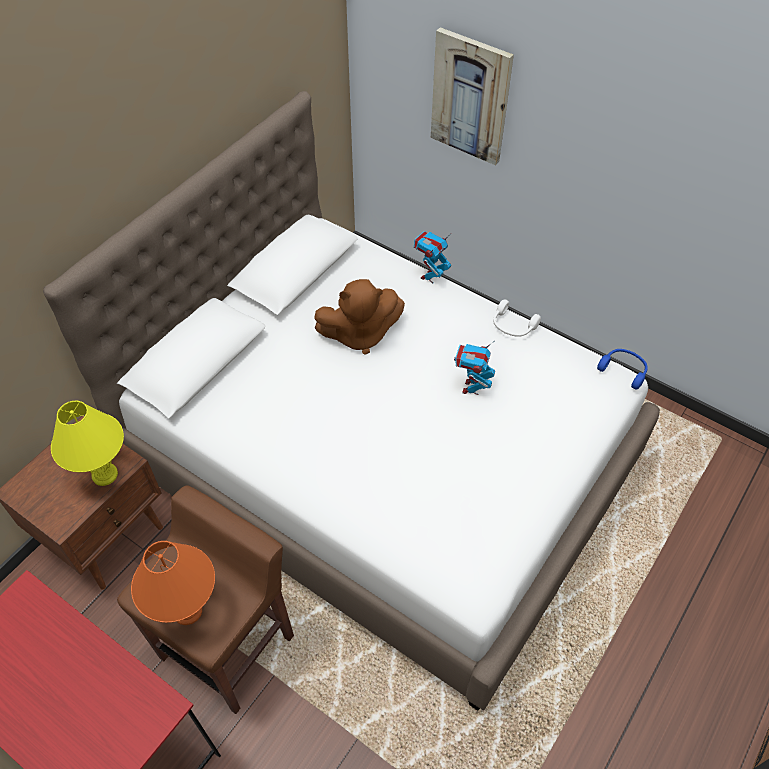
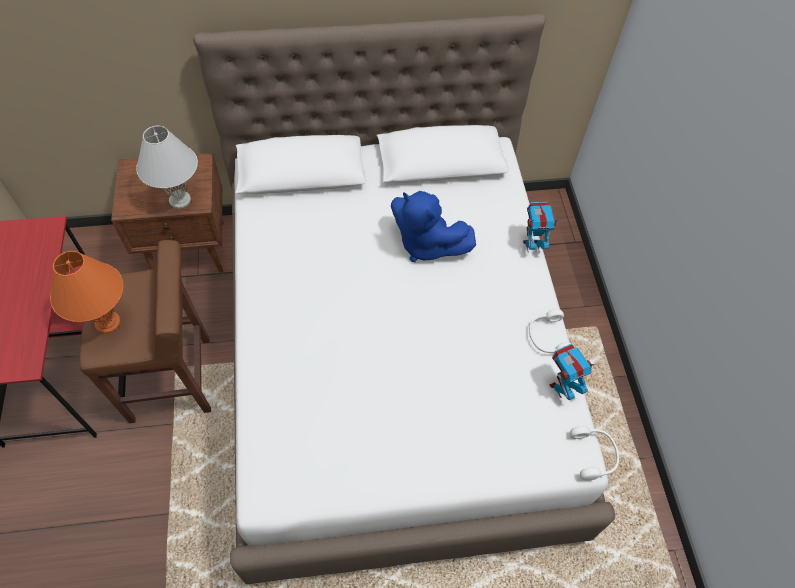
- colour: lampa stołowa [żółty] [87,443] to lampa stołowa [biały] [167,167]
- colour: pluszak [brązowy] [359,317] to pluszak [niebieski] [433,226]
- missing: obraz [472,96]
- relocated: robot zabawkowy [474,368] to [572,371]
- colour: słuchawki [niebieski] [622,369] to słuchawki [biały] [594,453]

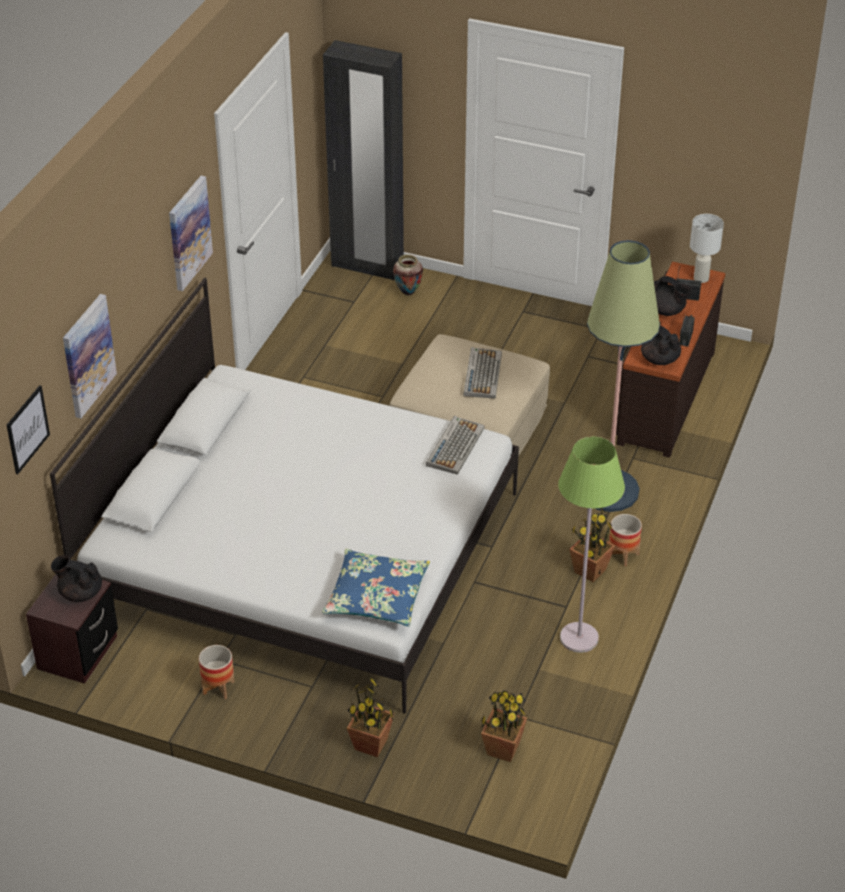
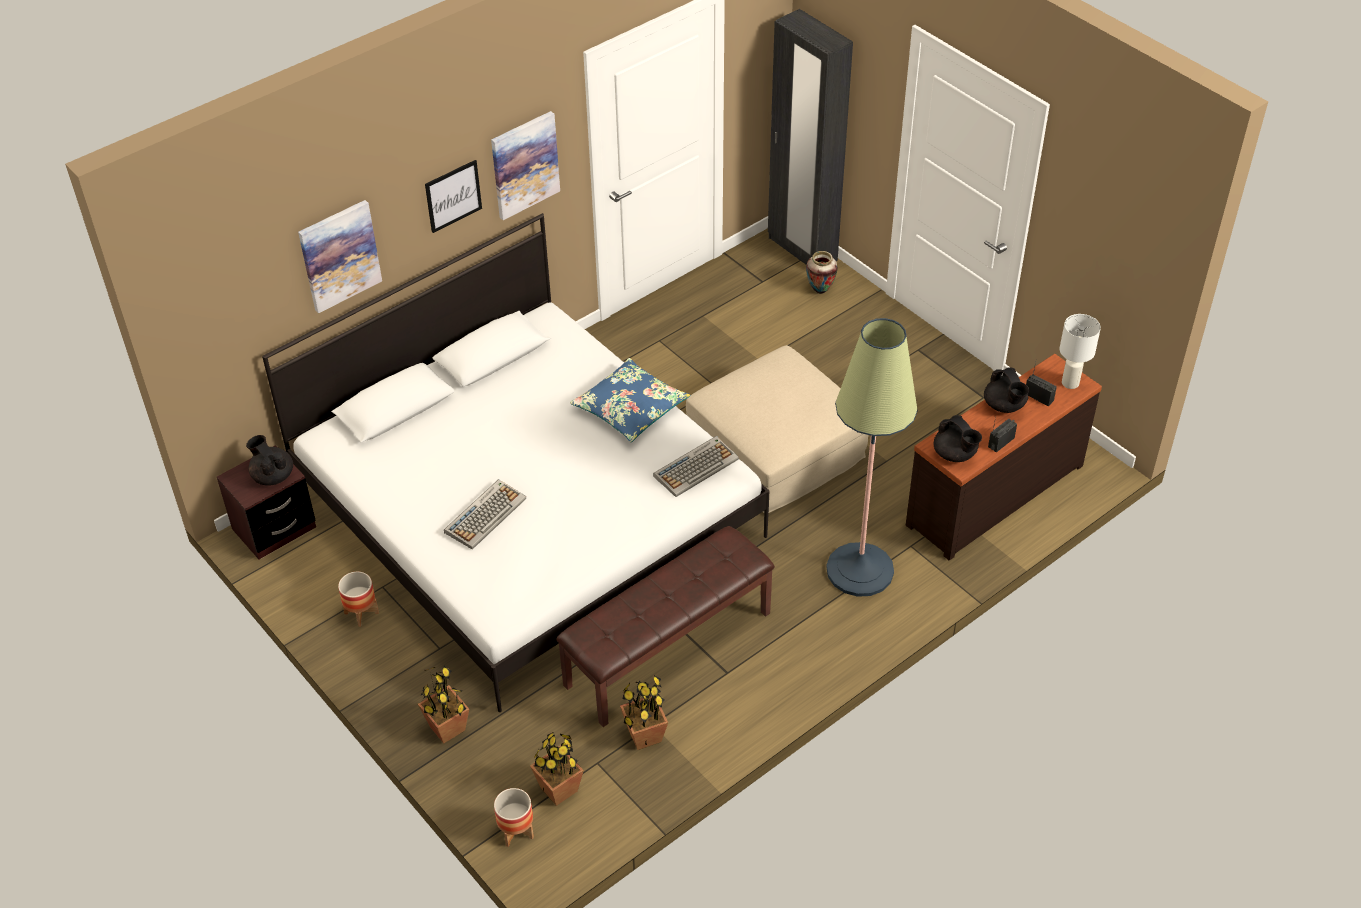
- relocated: obraz [28,429] to [453,196]
- relocated: poduszka [niebieski] [376,588] to [630,400]
- relocated: klawiatura [482,373] to [485,514]
- missing: lampa stojąca [zielony] [591,545]
- relocated: roślina doniczkowa [592,545] to [644,712]
- relocated: donica [625,540] to [514,817]
- spun: imbryk [czarny] [661,343] = [958,438] 150 degrees clockwise
- appeared: ławka [brązowy] [665,626]

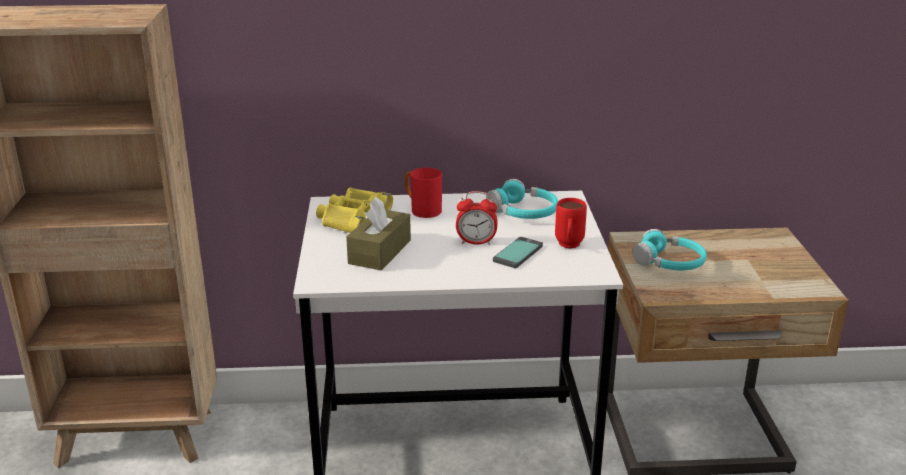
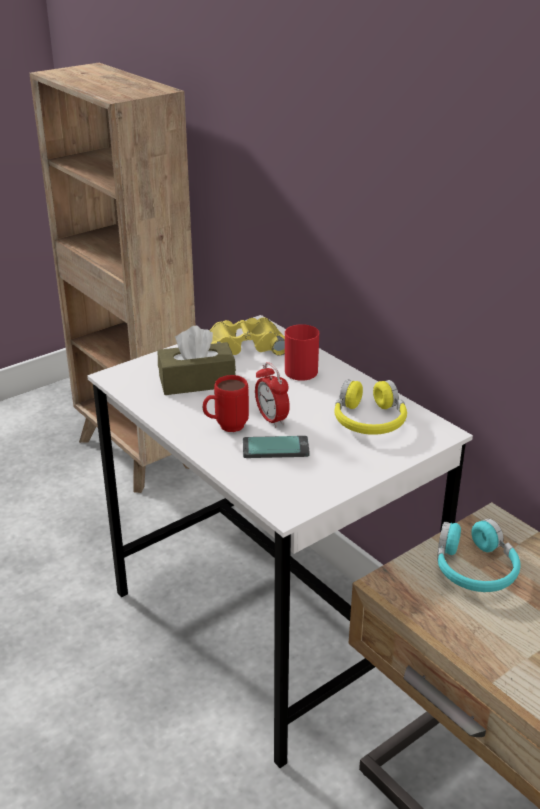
- colour: słuchawki [turkusowy] [522,199] to słuchawki [żółty] [370,407]
- relocated: kubek [czerwony] [571,223] to [226,403]

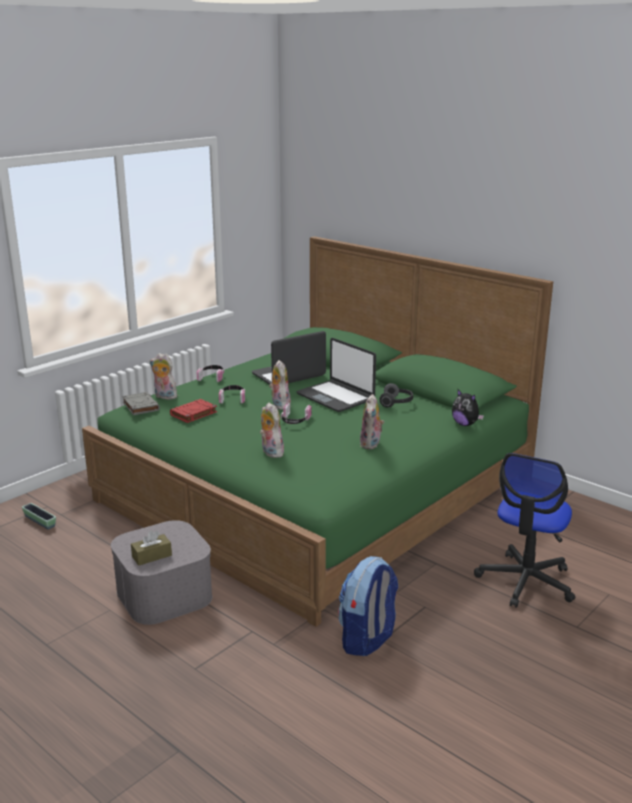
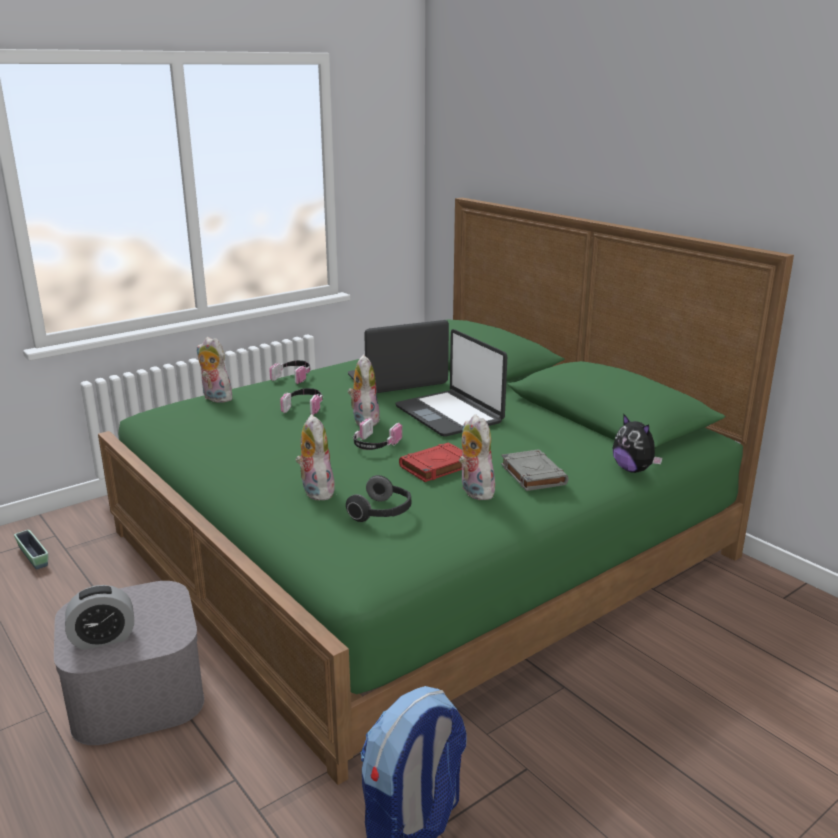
- relocated: książka [szary] [141,403] to [535,470]
- exchanged: pudełko chusteczek [brązowy] [151,548] to budzik [99,617]
- relocated: książka [czerwony] [193,411] to [431,462]
- spun: pluszak [372,421] = [478,457] 135 degrees clockwise
- relocated: słuchawki [396,395] to [378,498]
- missing: krzesło biurowe [524,530]

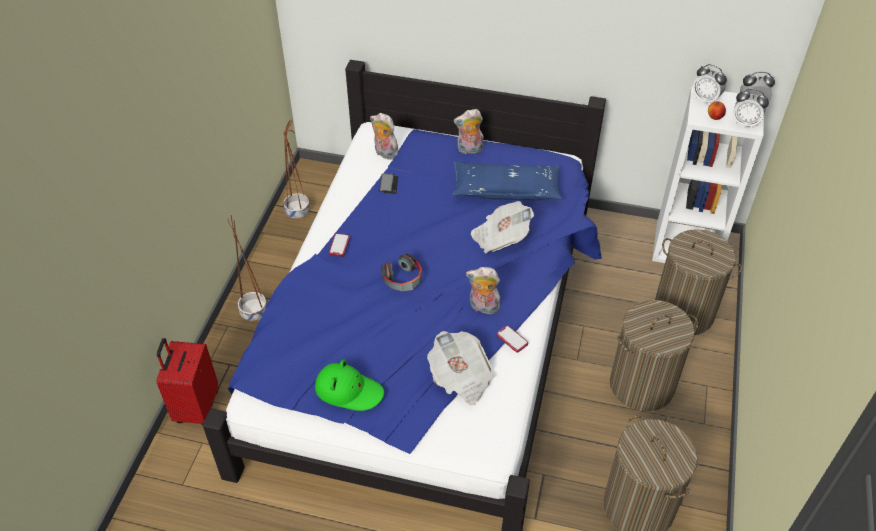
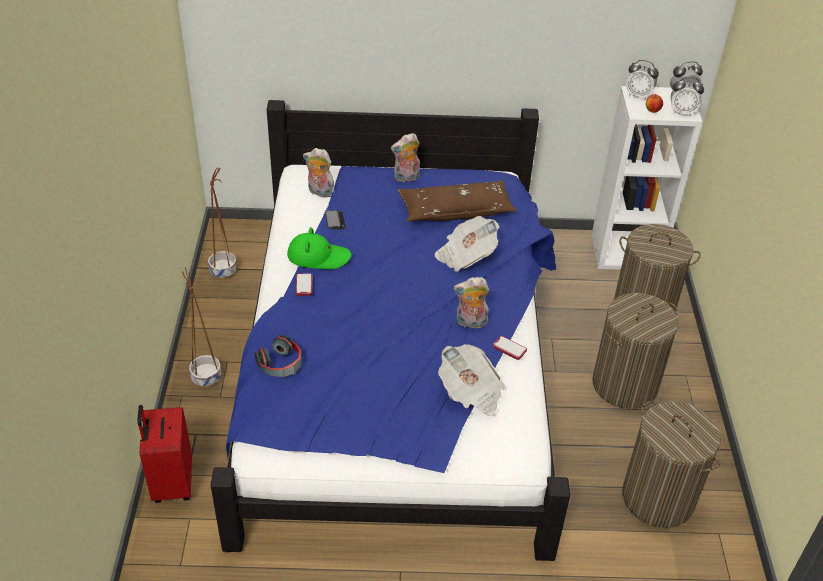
- relocated: kapelusz [zielony] [349,385] to [319,248]
- relocated: słuchawki [401,272] to [277,356]
- colour: poduszka [niebieski] [507,180] to poduszka [brązowy] [457,201]

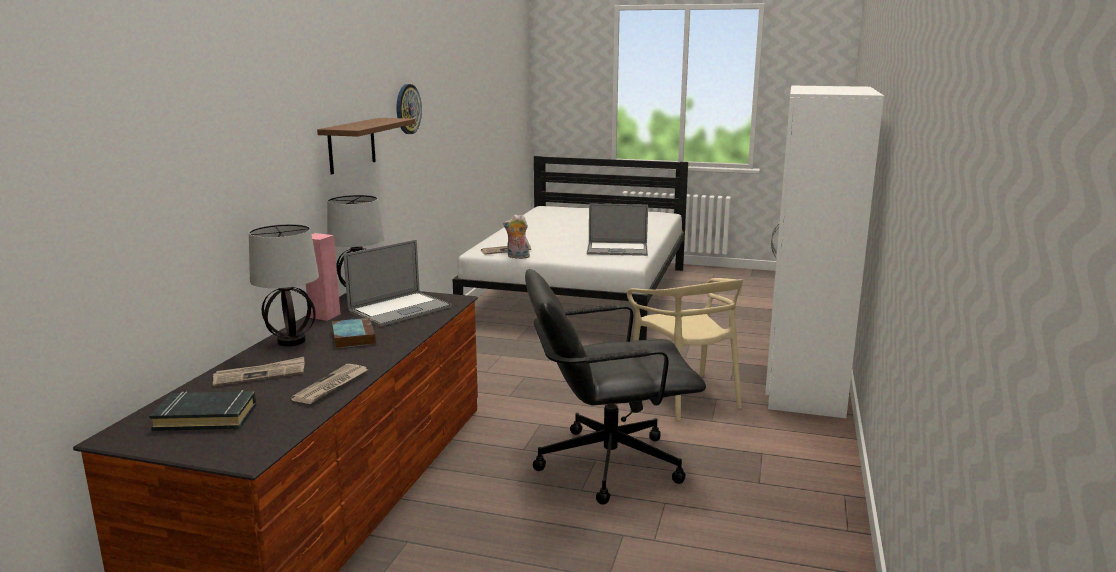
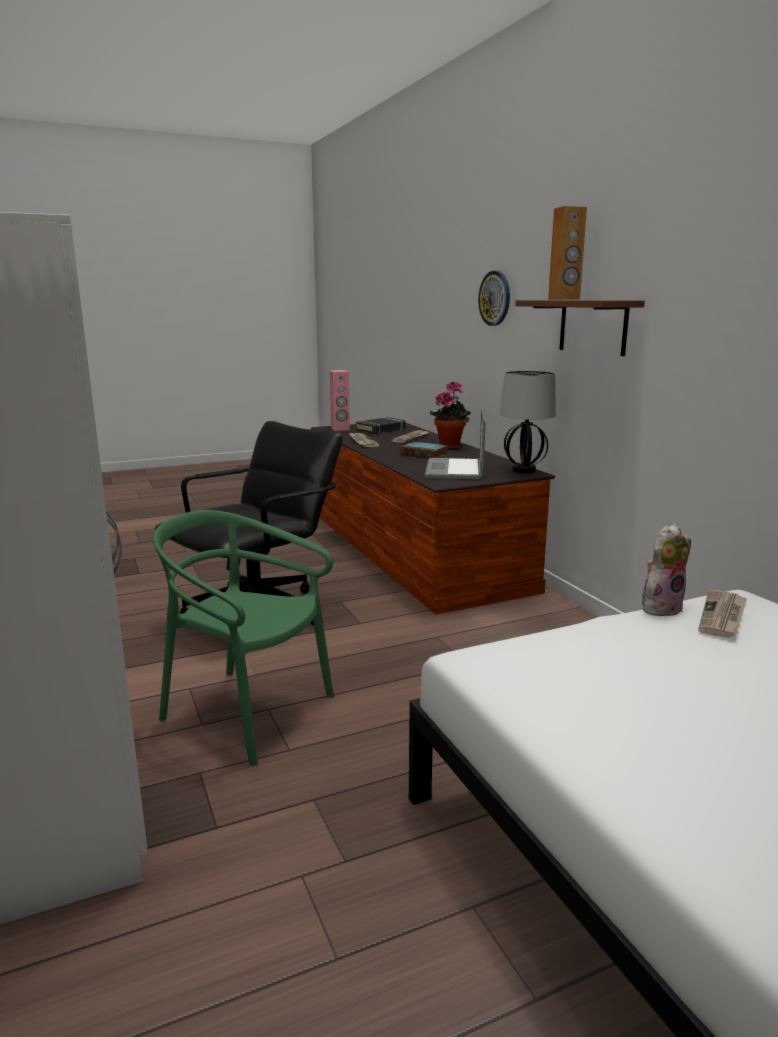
- exchanged: lampa stołowa [284,285] to roślina doniczkowa [450,415]
- relocated: głośnik [różowy] [323,277] to [340,400]
- relocated: zegar ścienny [409,109] to [494,298]
- missing: laptop [617,230]
- colour: krzesło [beżowy] [685,349] to krzesło [zielony] [244,638]
- appeared: głośnik [brązowy] [567,253]

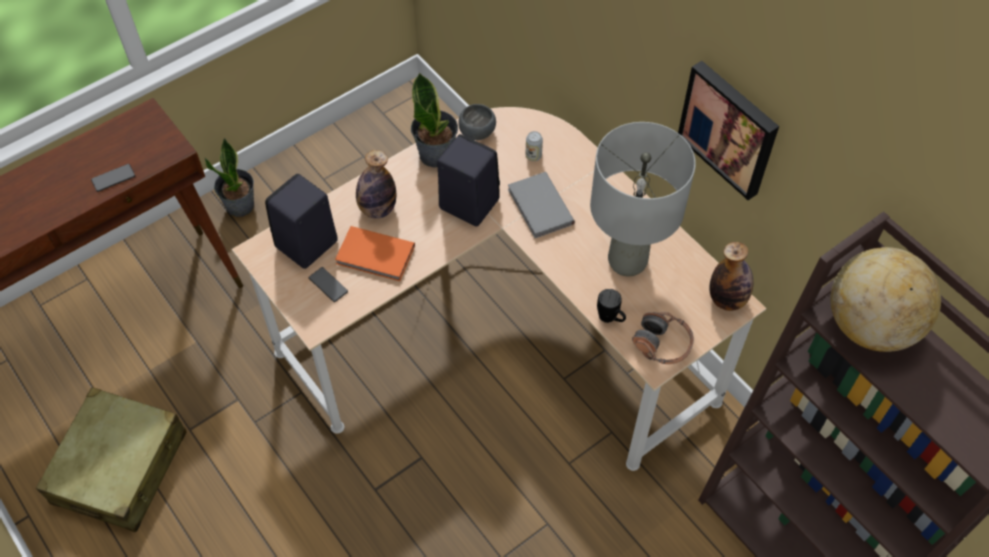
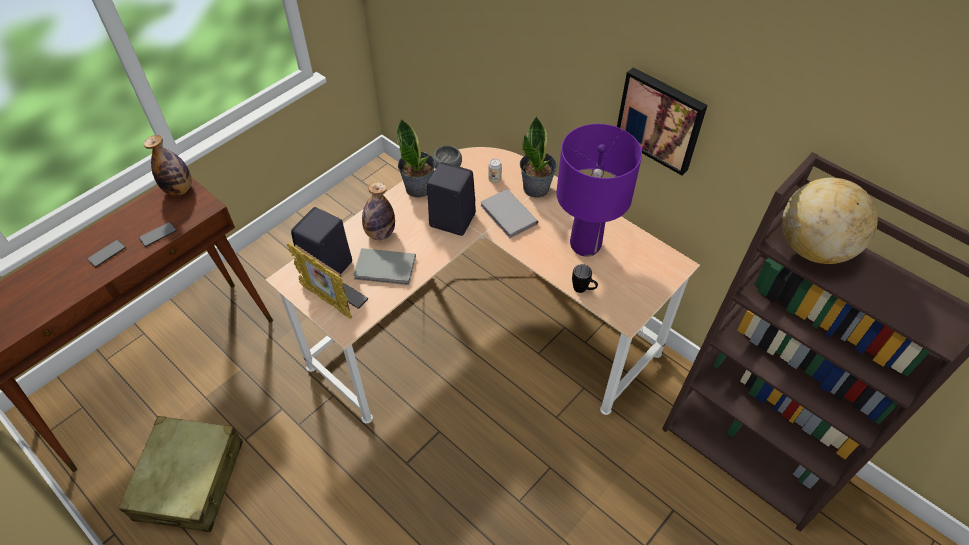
- relocated: roślina doniczkowa [229,177] to [538,157]
- colour: książka [pomarańczowy] [375,253] to książka [szary] [384,266]
- colour: lampa stołowa [szary] [643,199] to lampa stołowa [fioletowy] [599,190]
- missing: słuchawki [663,338]
- relocated: butelka [731,276] to [168,165]
- appeared: telefon [106,253]
- appeared: ramka na zdjęcie [319,280]

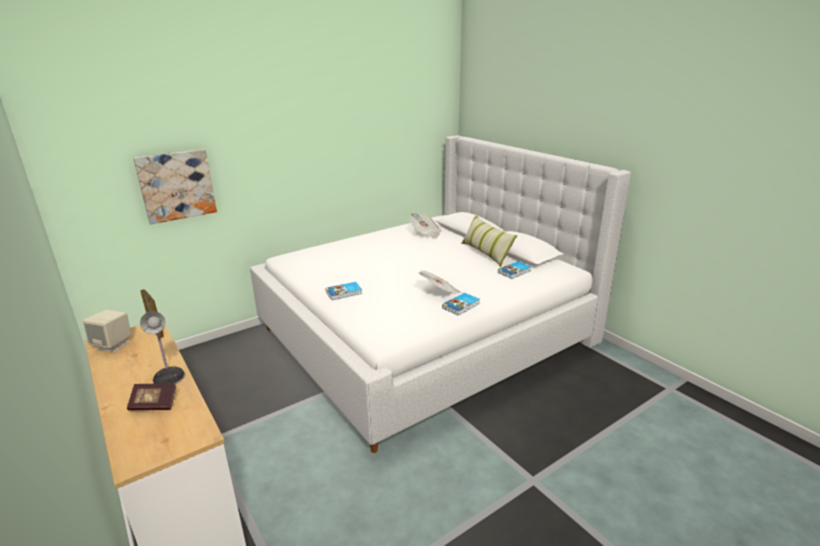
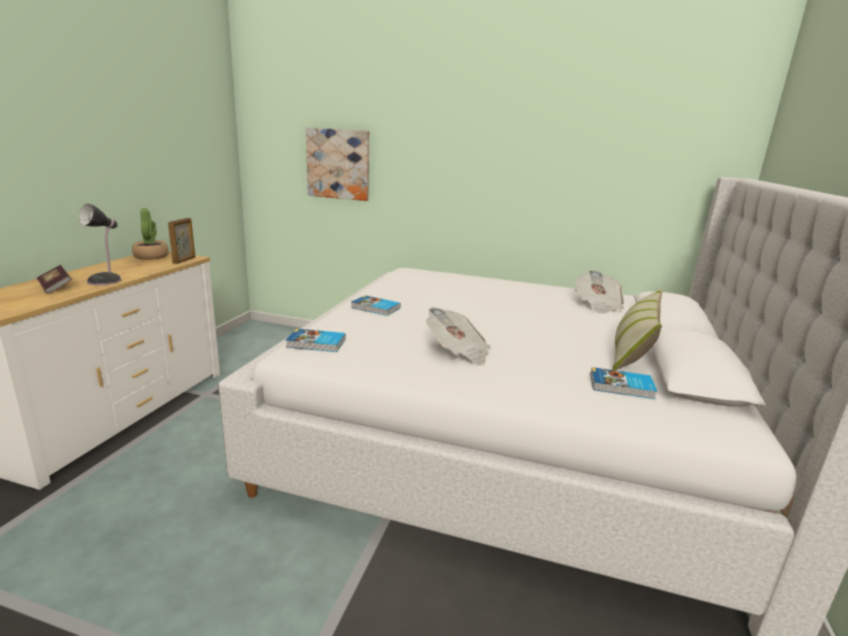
- exchanged: głośnik [beżowy] [107,331] to roślina doniczkowa [150,234]
- relocated: książka [461,304] to [316,340]

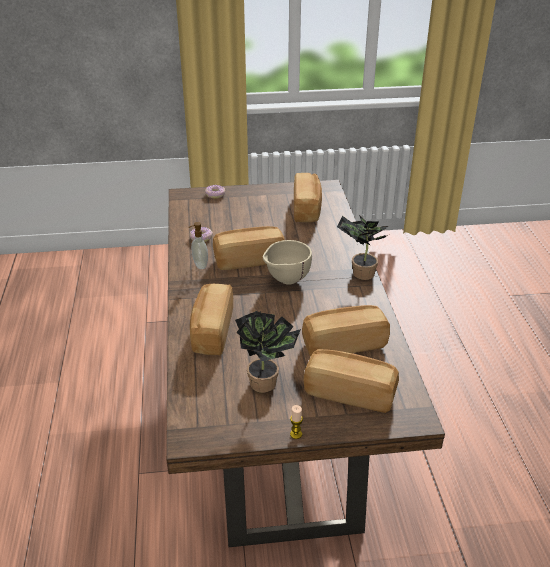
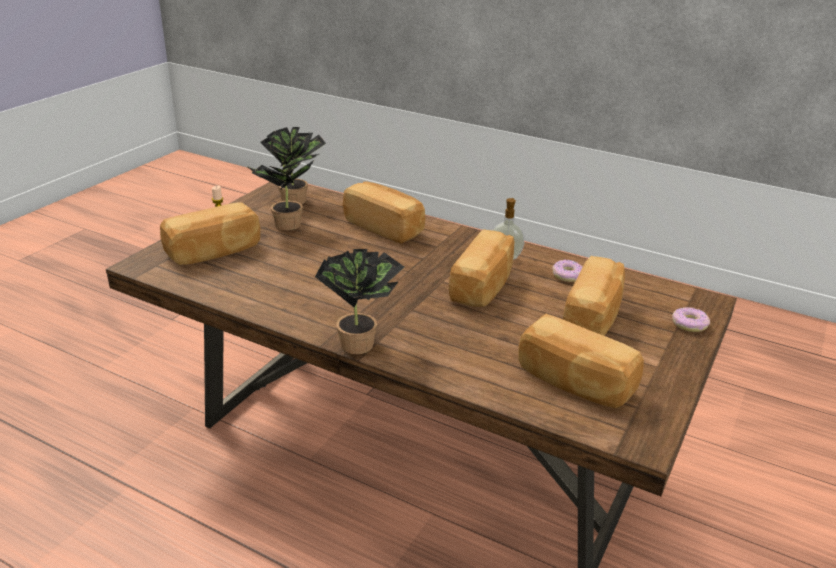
- missing: miska [beżowy] [287,262]
- relocated: chleb [346,330] to [594,296]
- appeared: roślina doniczkowa [293,166]

